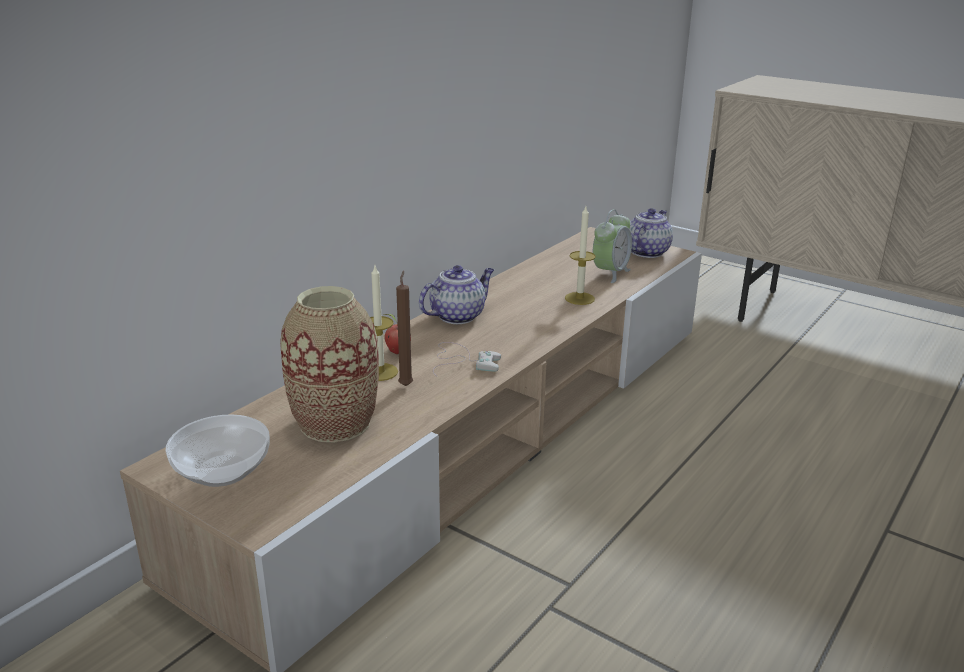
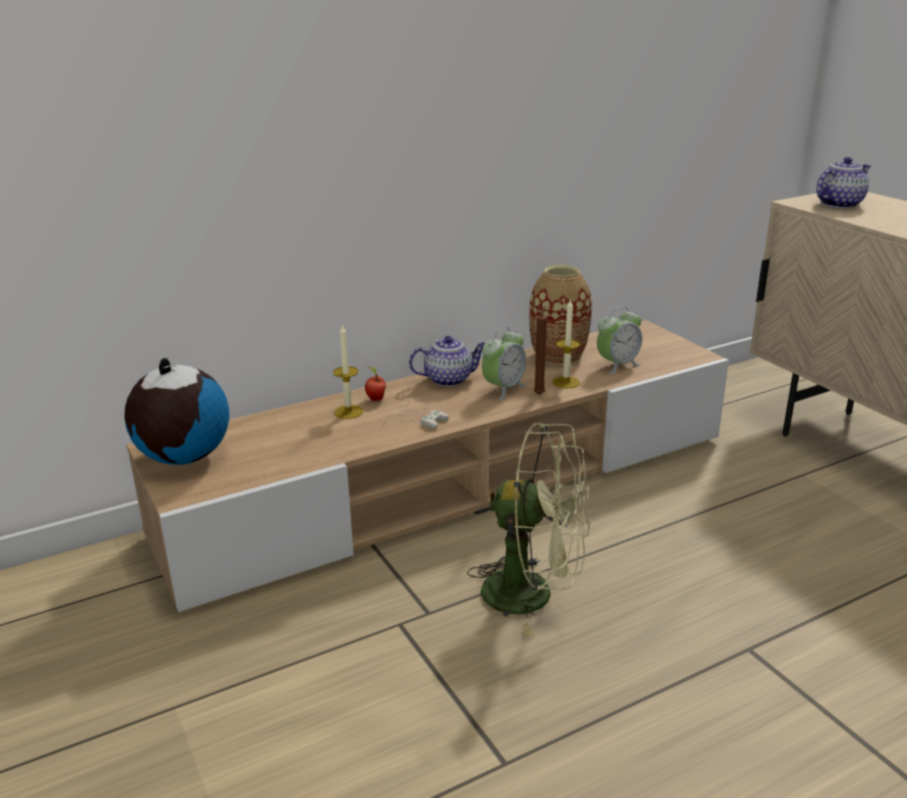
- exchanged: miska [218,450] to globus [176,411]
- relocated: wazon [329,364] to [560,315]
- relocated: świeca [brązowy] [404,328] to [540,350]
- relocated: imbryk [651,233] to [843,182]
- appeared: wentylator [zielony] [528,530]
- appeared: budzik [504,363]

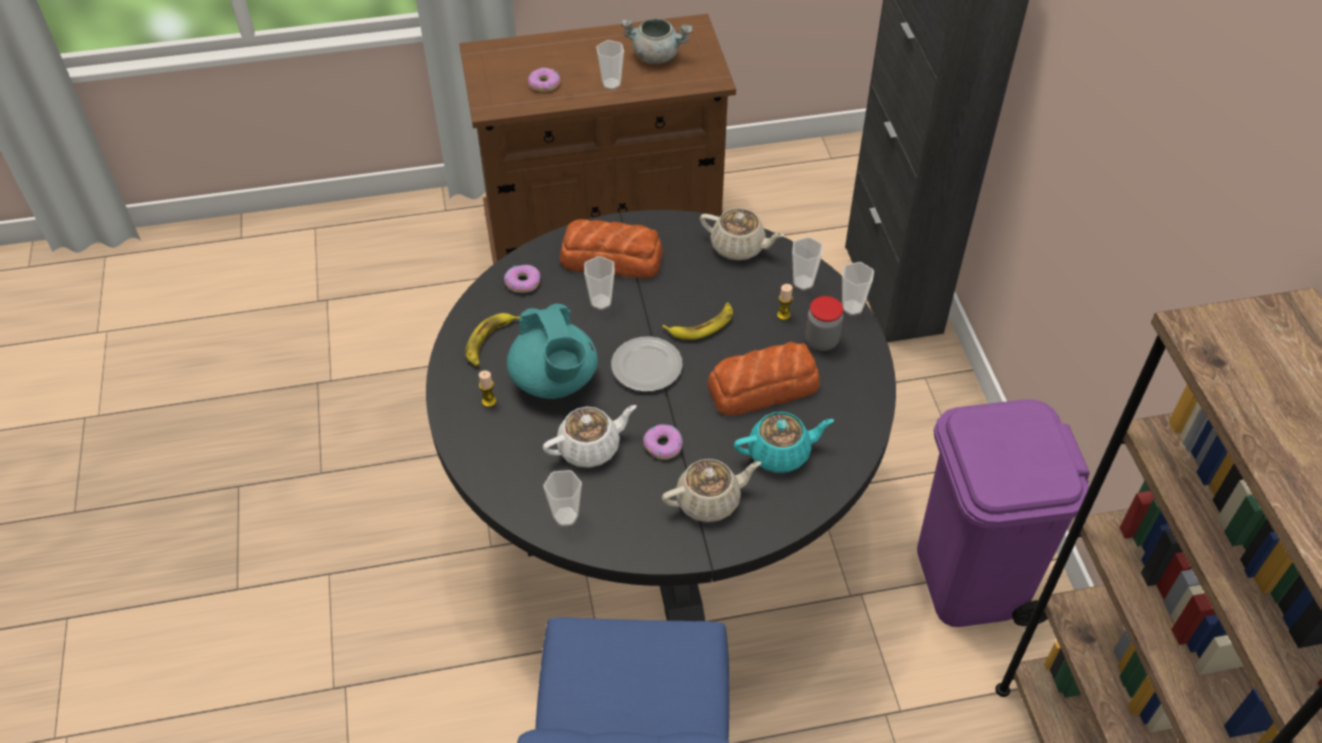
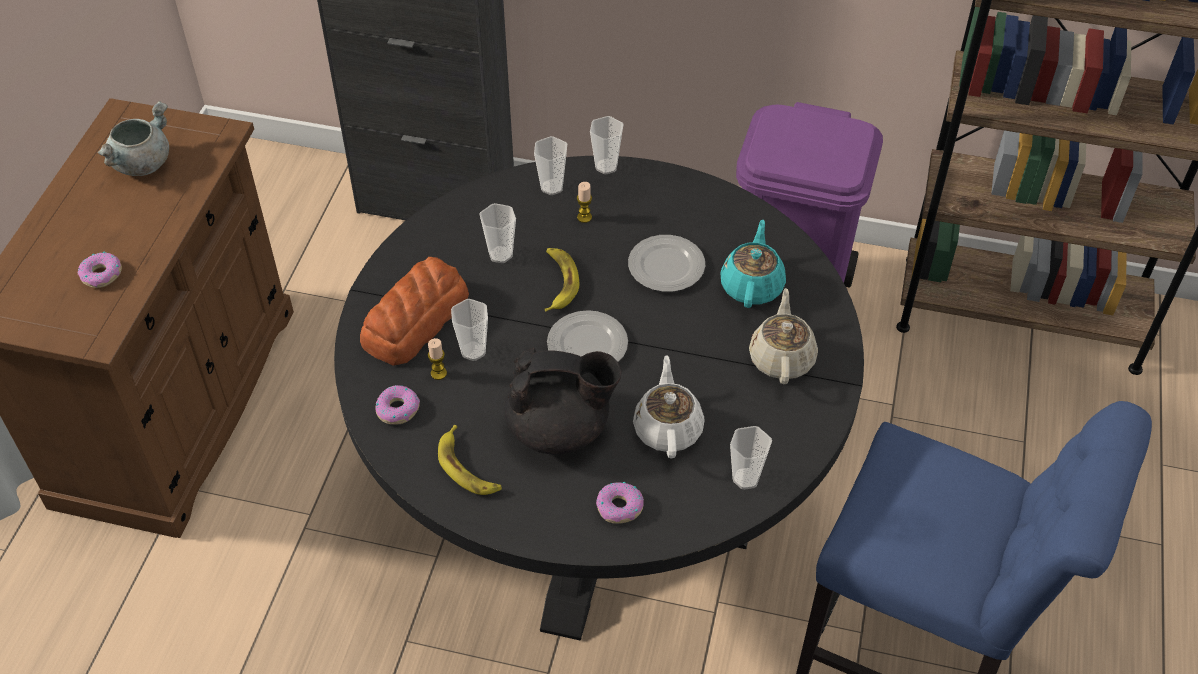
- relocated: świeca [487,389] to [437,359]
- colour: imbryk [turkusowy] [552,351] to imbryk [czarny] [563,401]
- relocated: filiżanka [610,65] to [497,233]
- relocated: donut [663,441] to [620,503]
- missing: imbryk [beżowy] [742,234]
- exchanged: chleb [763,378] to talerz [666,263]
- missing: słoik [824,323]

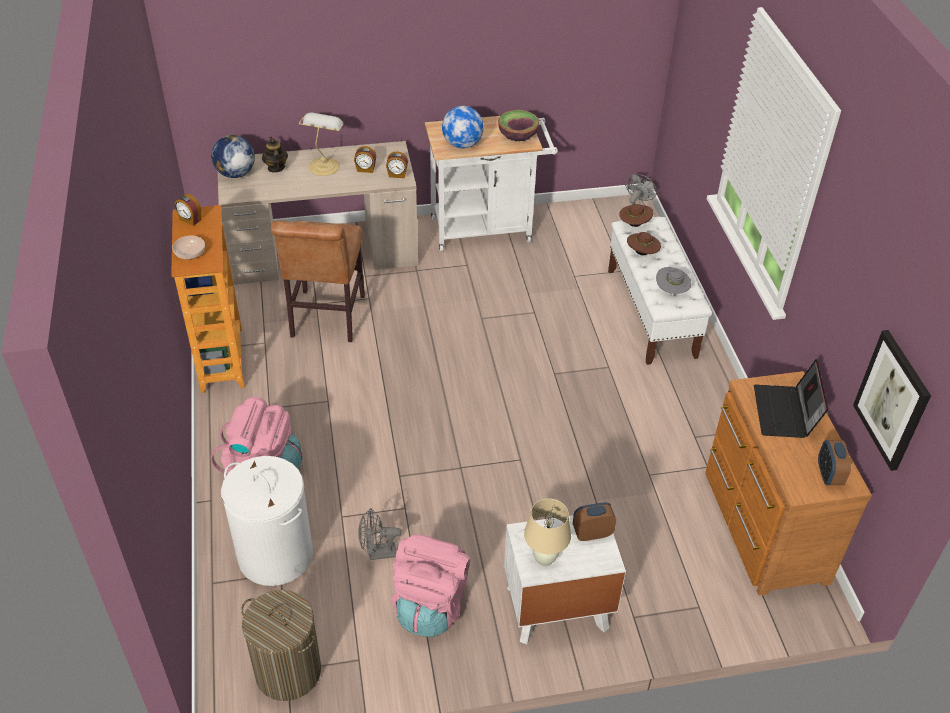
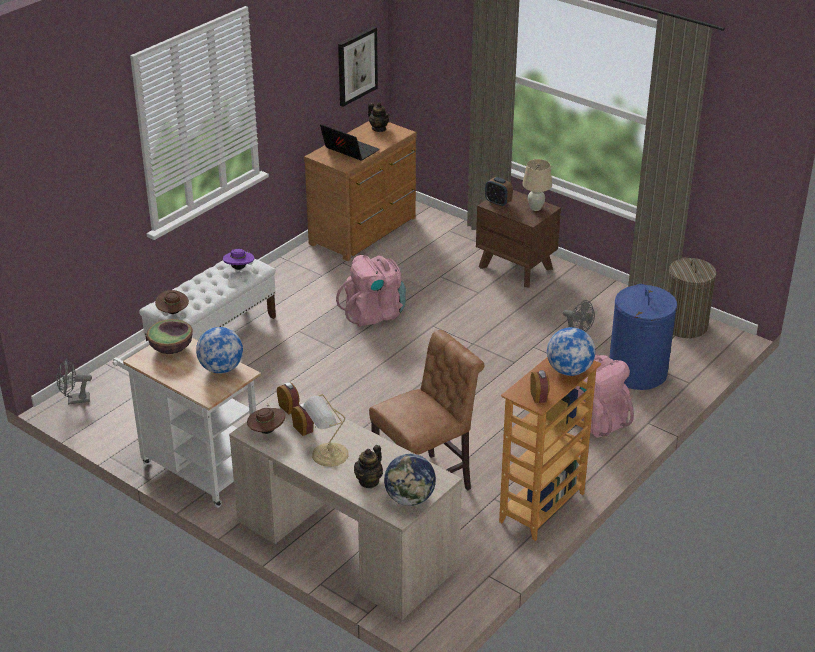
- exchanged: miska [188,248] to globus [571,351]
- colour: kosz na pranie [biały] [267,521] to kosz na pranie [niebieski] [643,337]
- relocated: plecak [różowy] [430,586] to [371,291]
- colour: szafka nocna [biały] [565,579] to szafka nocna [brązowy] [518,238]
- relocated: kapelusz [brązowy] [644,243] to [266,419]
- colour: kapelusz [szary] [673,280] to kapelusz [fioletowy] [238,259]
- spun: laptop [791,398] = [349,142] 105 degrees counterclockwise
- exchanged: budzik [834,462] to imbryk [379,117]

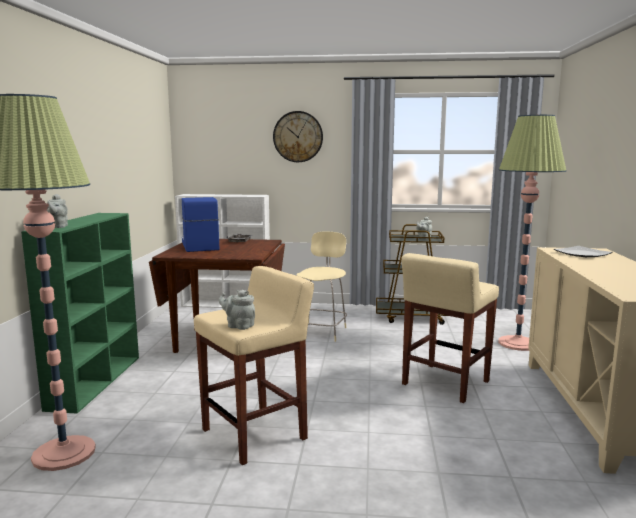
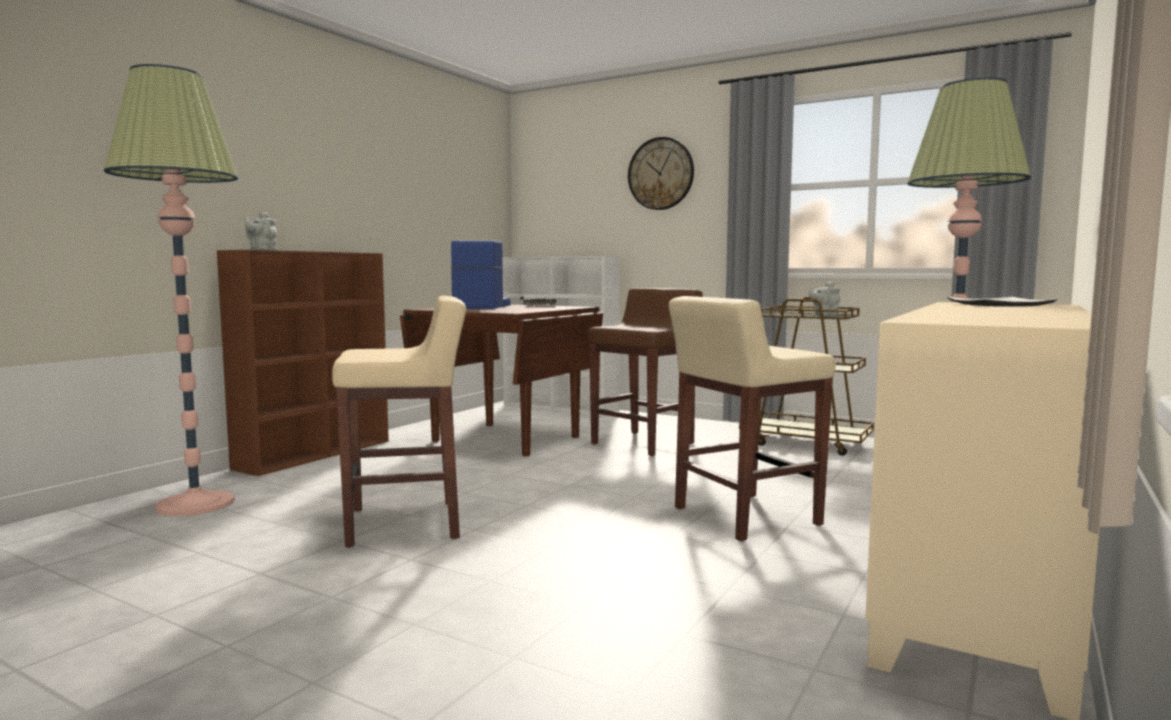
- colour: regał [zielony] [80,313] to regał [brązowy] [303,363]
- missing: imbryk [szary] [237,310]
- exchanged: krzesło [beżowy] [322,286] to stołek [brązowy] [645,372]

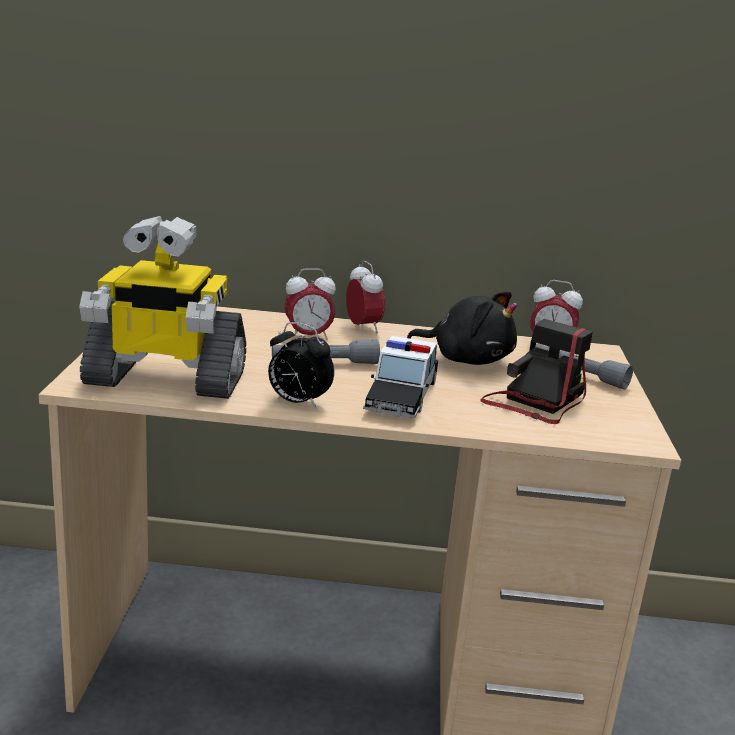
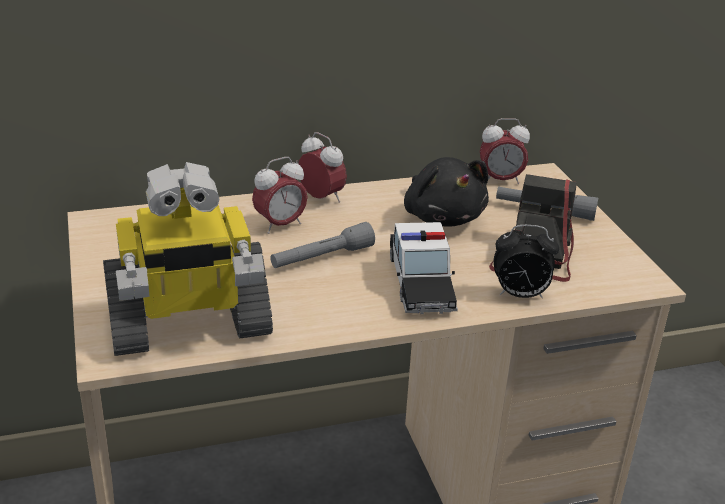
- relocated: budzik [301,365] to [526,261]
- spun: pluszak [czarny] [462,328] = [446,192] 60 degrees clockwise

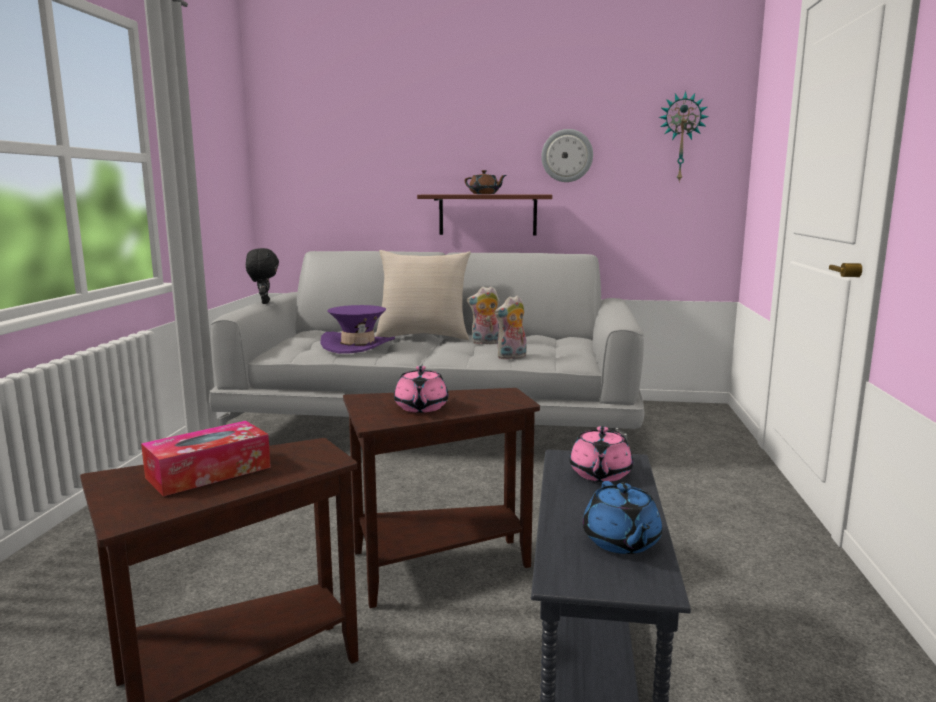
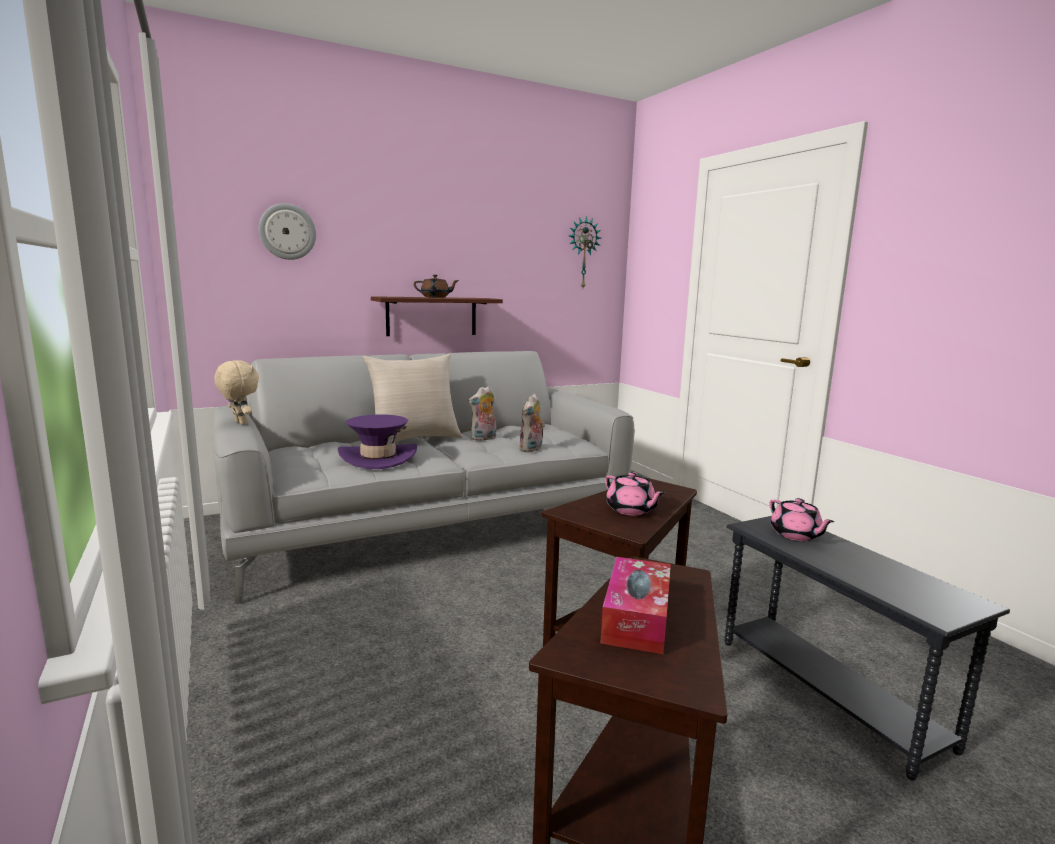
- colour: pluszak [czarny] [262,276] to pluszak [beżowy] [236,392]
- relocated: zegar ścienny [567,155] to [287,231]
- missing: imbryk [niebieski] [622,517]

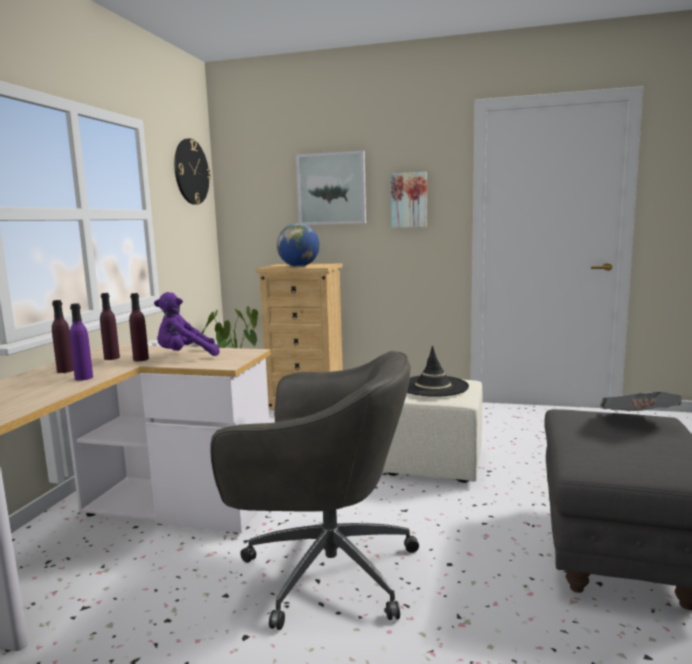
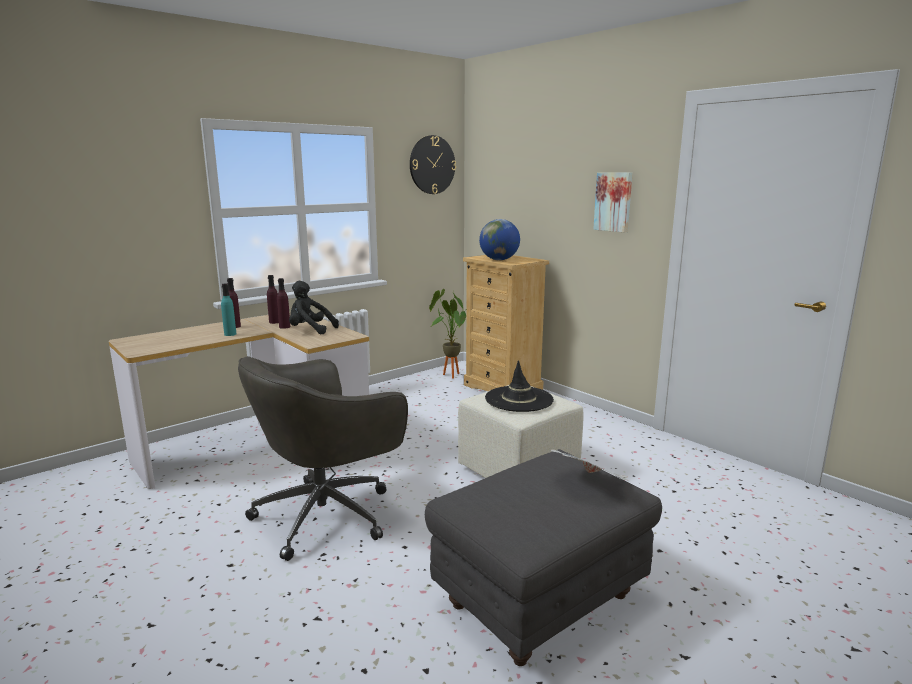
- colour: butelka [fioletowy] [81,342] to butelka [turkusowy] [228,309]
- colour: pluszak [fioletowy] [187,324] to pluszak [czarny] [314,307]
- spun: krzesło biurowe [szary] [314,490] = [323,458] 90 degrees clockwise
- missing: obraz [331,188]

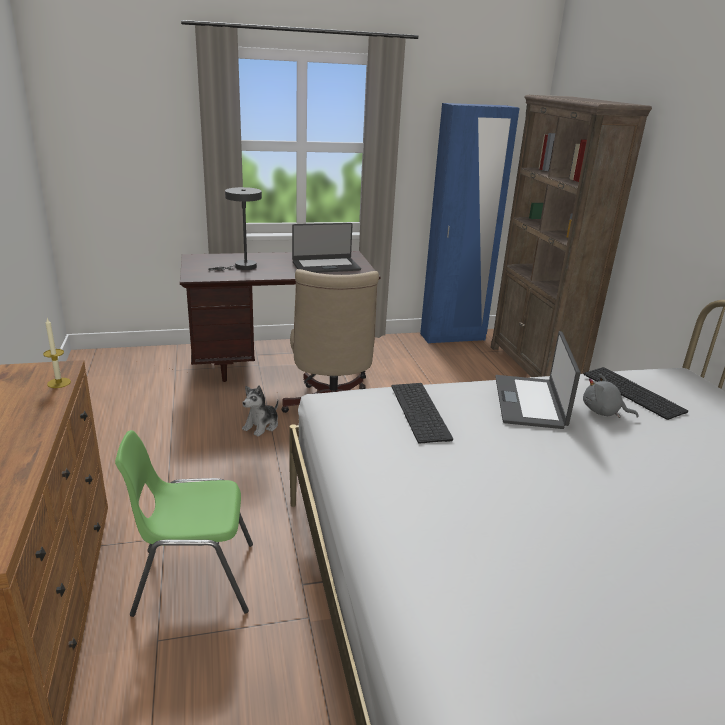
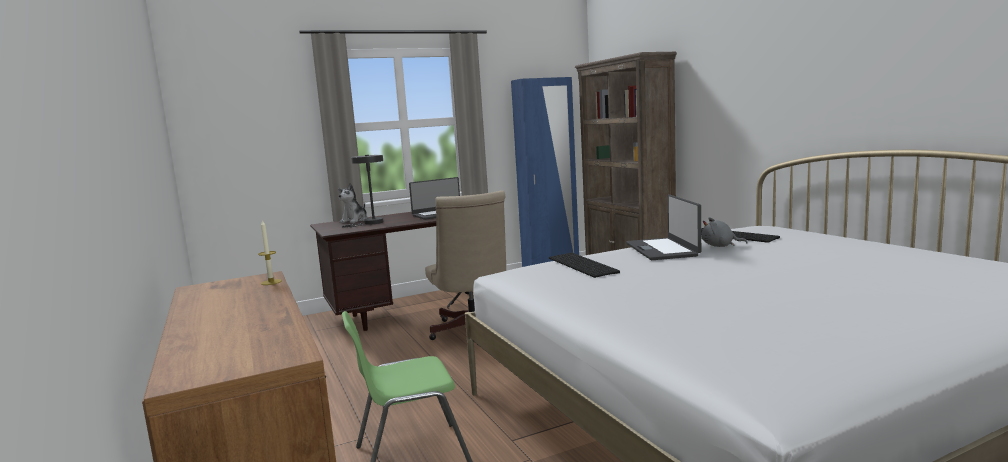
- relocated: pluszak [260,410] to [353,203]

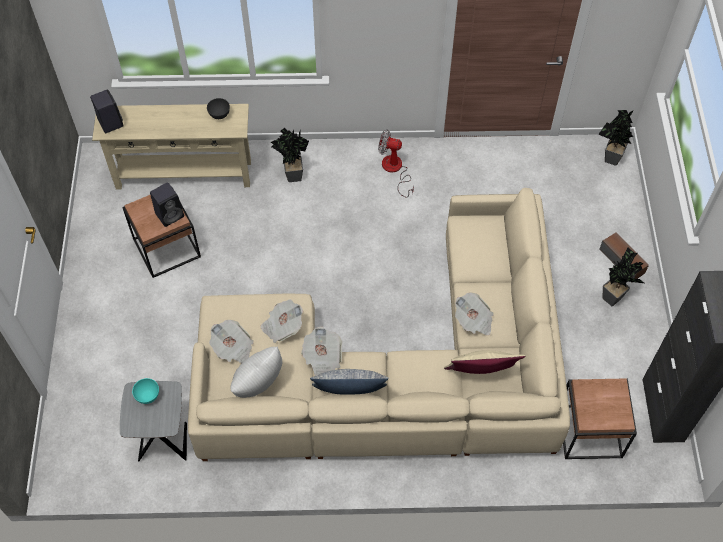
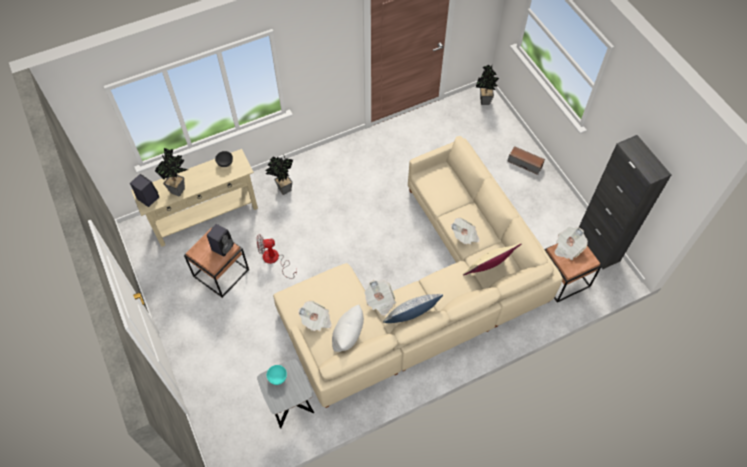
- relocated: gazeta [281,321] to [571,243]
- relocated: wentylator [396,163] to [277,256]
- relocated: roślina doniczkowa [623,277] to [171,172]

